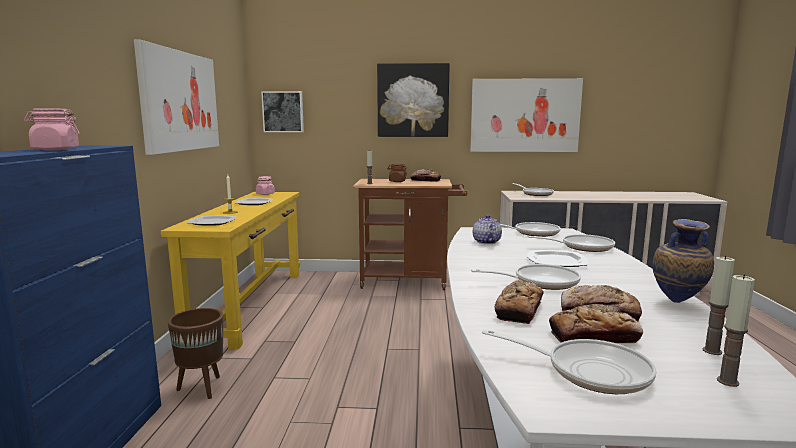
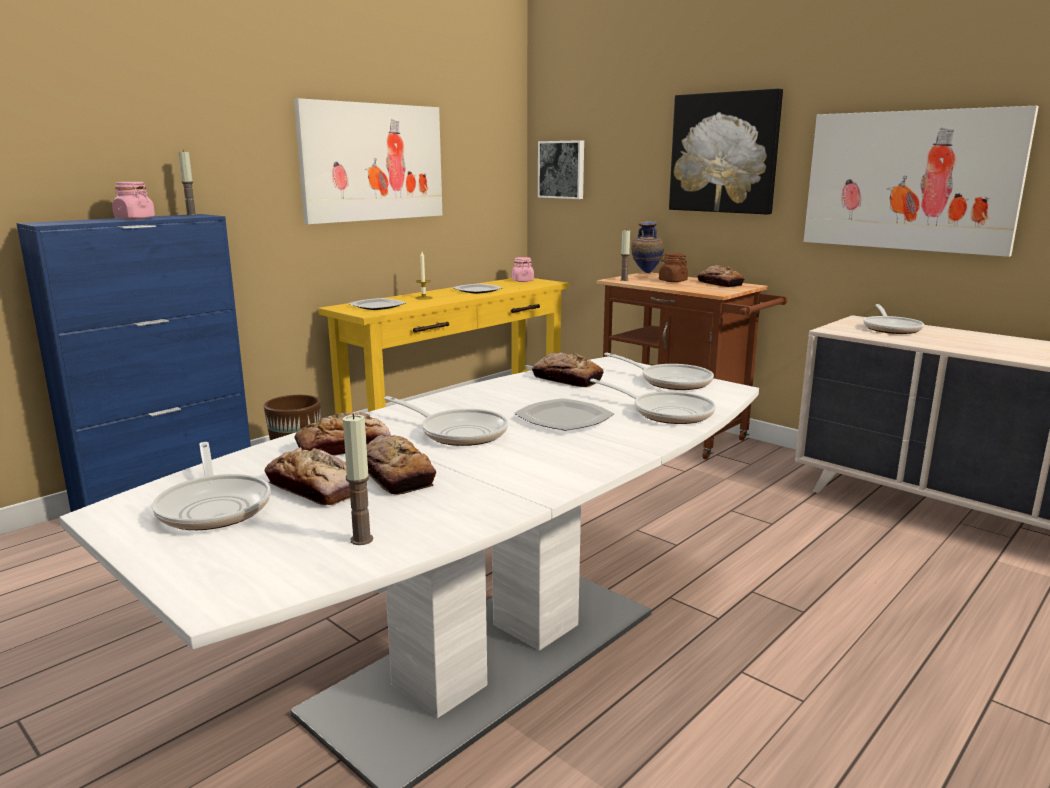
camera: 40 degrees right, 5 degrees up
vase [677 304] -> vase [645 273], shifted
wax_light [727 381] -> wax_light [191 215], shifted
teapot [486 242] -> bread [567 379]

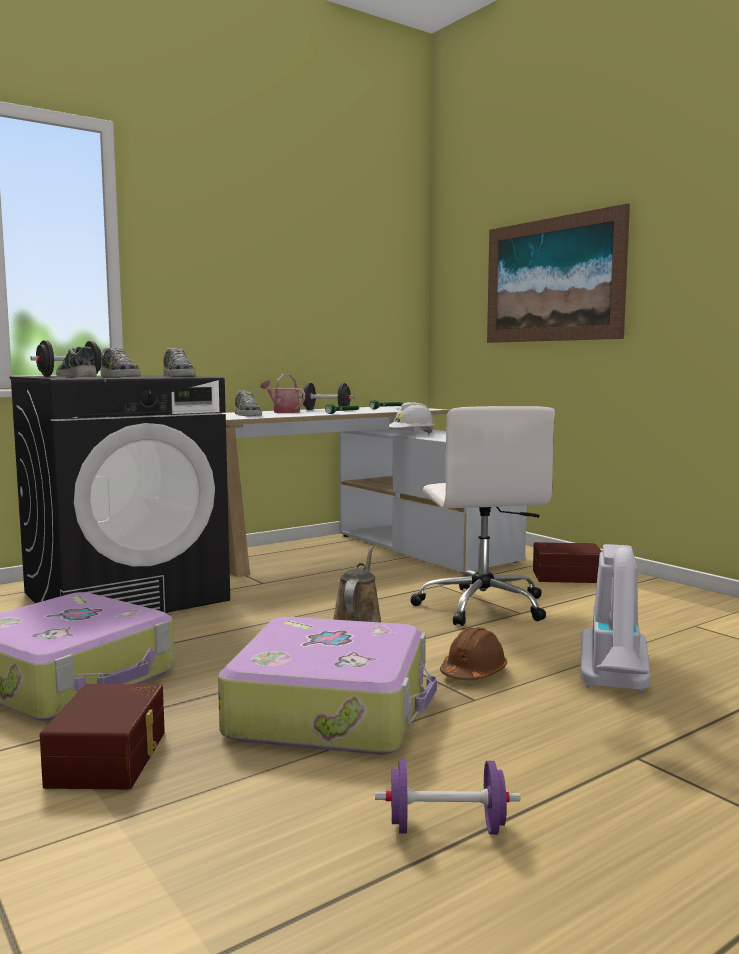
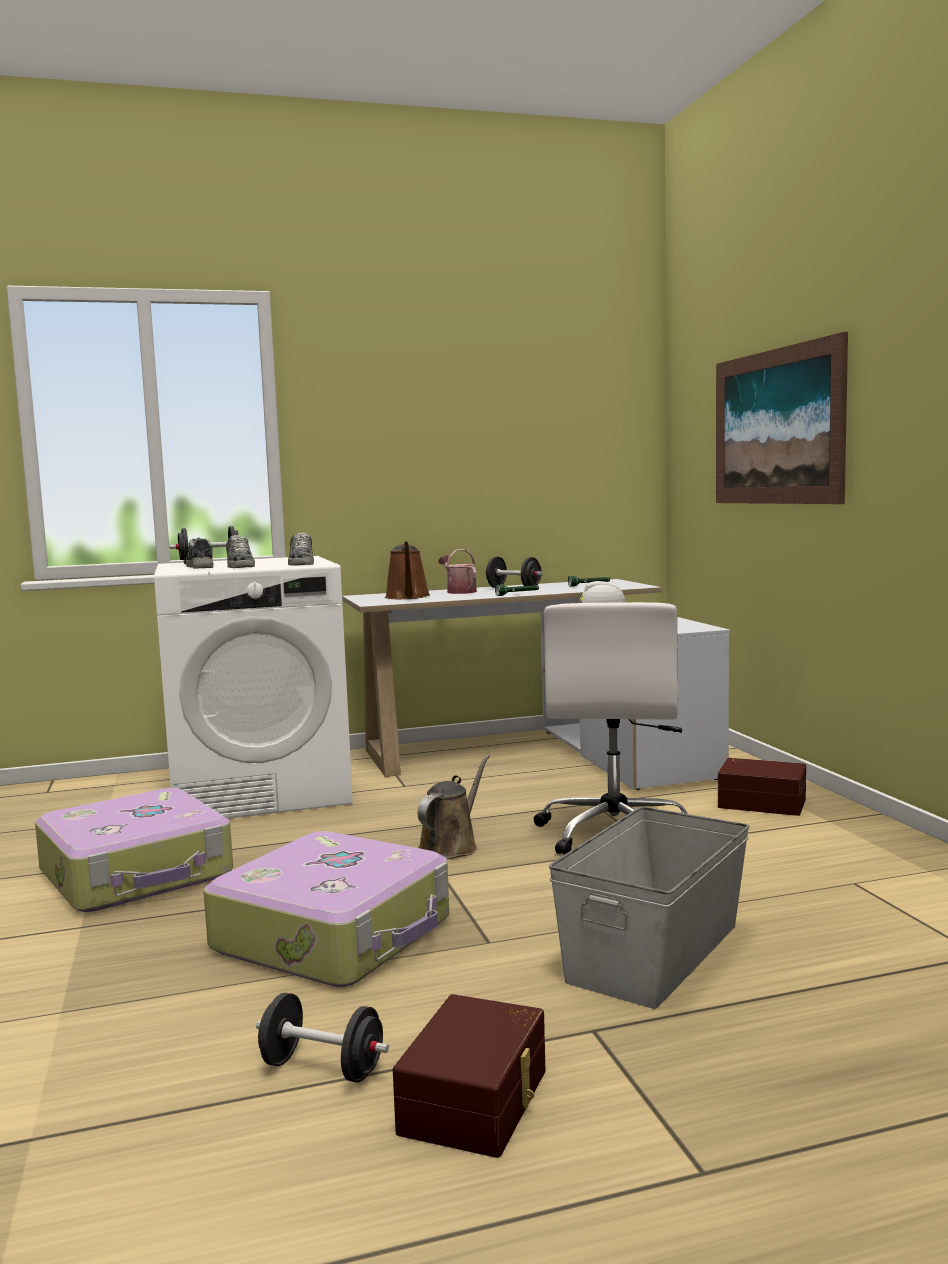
camera: 20 degrees right, 0 degrees up
brownish_work_helmet [473 672] -> none
brownish_storage_bin [111 758] -> brownish_storage_bin [478 1101], shifted
shoe [247 415] -> brownish_sprinkling_can [407 597]
vacuum [615 691] -> grey_storage_bin [656 952]
blackish_washing_machine [126 596] -> white_washing_machine [260 791]
purple-coloured_dumbbell [446 828] -> blackish_dumbbell [322 1068]

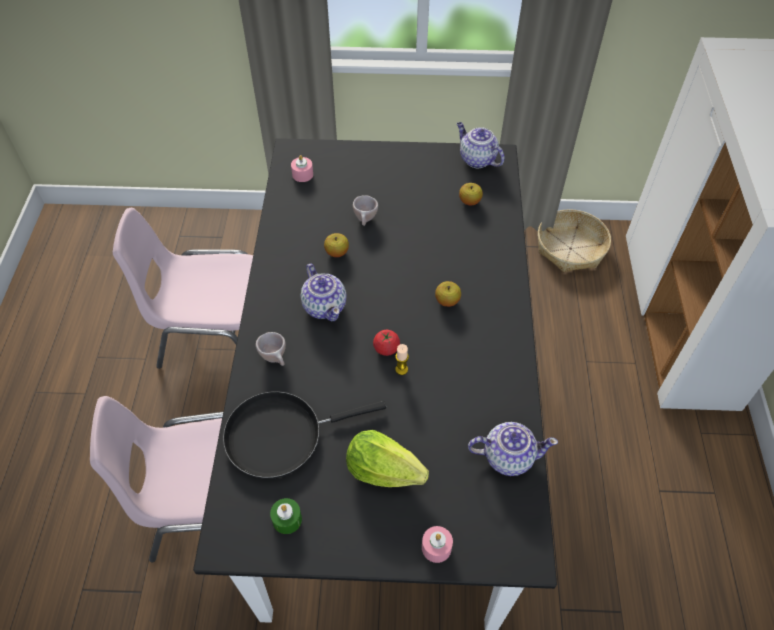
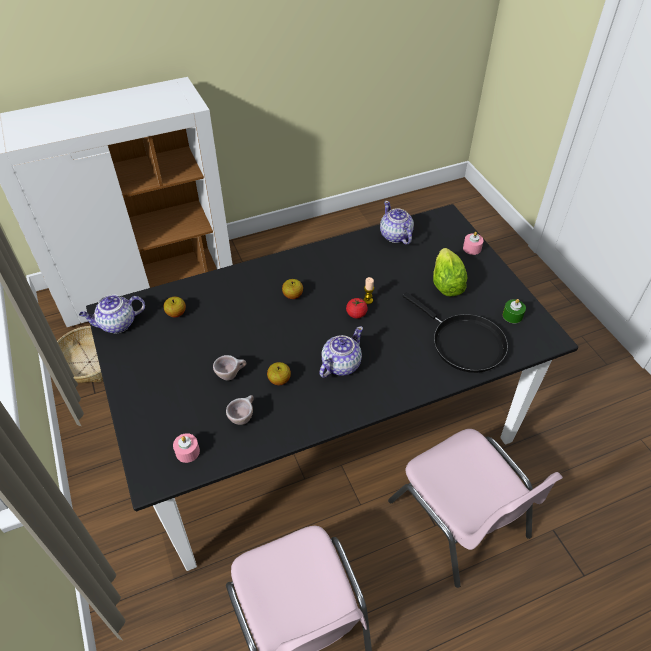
camera: 115 degrees left, 5 degrees down
beige-coloured_cup [276 359] -> beige-coloured_cup [243 417], shifted
teapot [476 159] -> teapot [117 324], 45 degrees clockwise

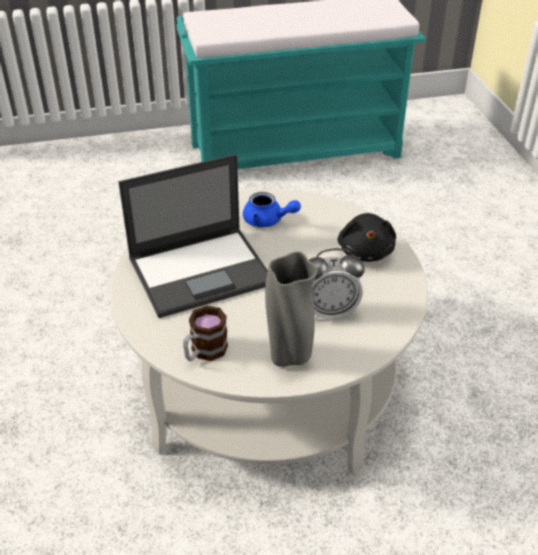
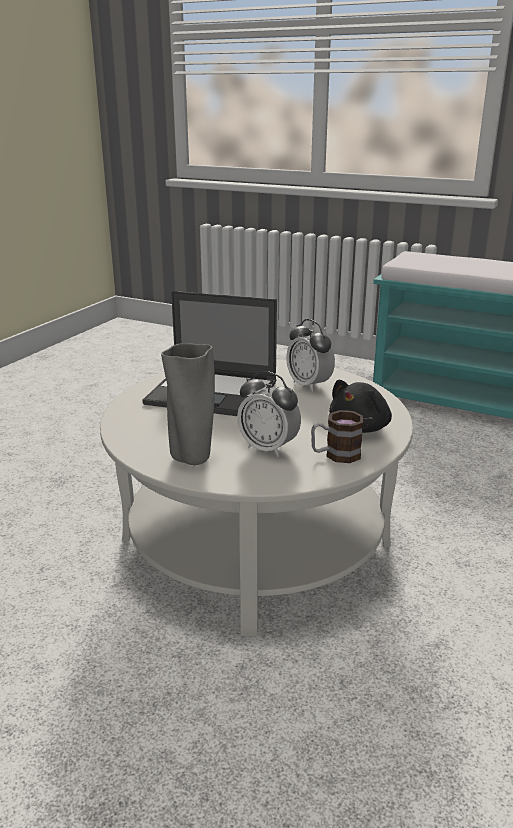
camera: 40 degrees right, 15 degrees down
tea_mug [204 352] -> tea_mug [335 455], shifted
bluish_teapot [268 221] -> alarm_clock [309 385]

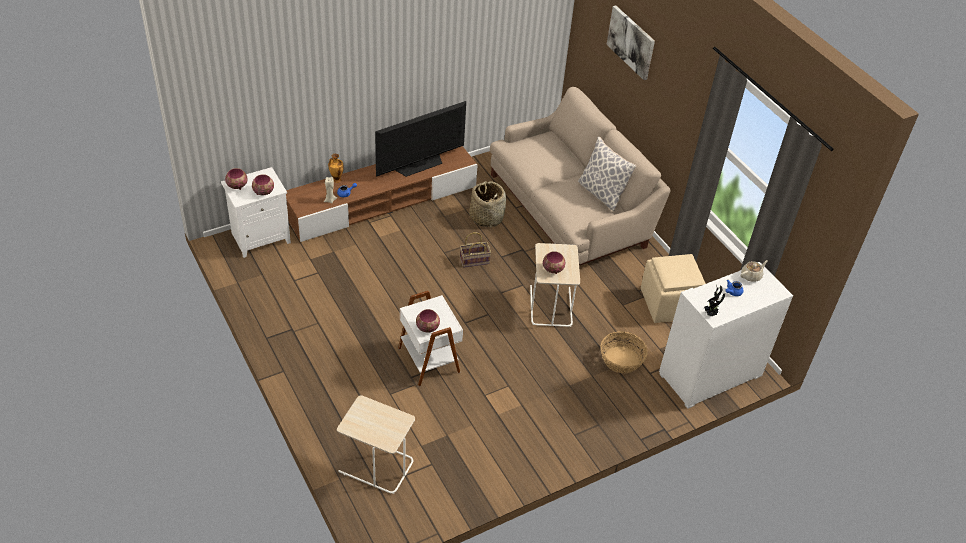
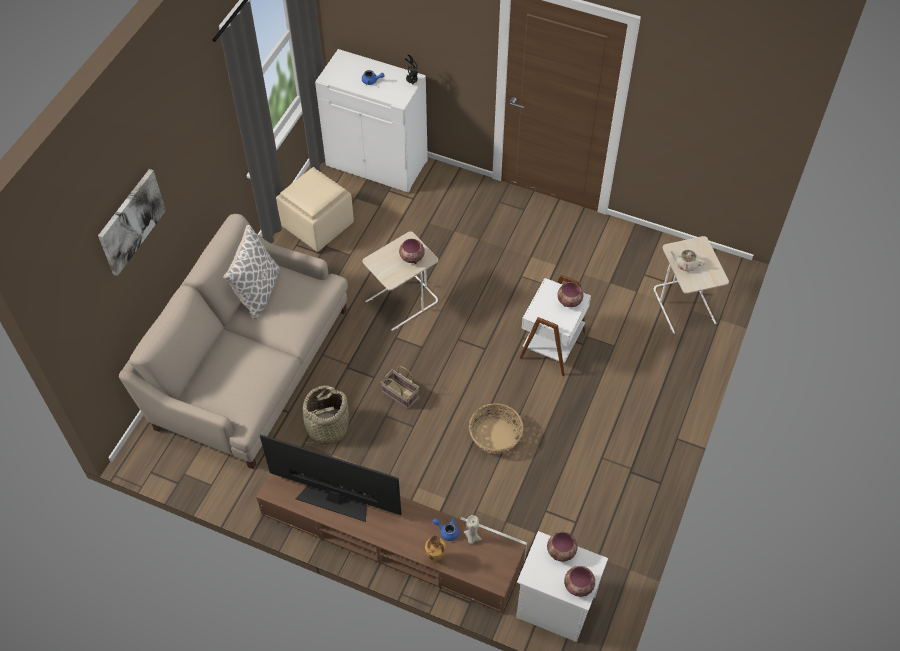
camera: 125 degrees left, 10 degrees up
basket [621 360] -> basket [495 436], shifted
beige-coloured_teapot [751 276] -> beige-coloured_teapot [685 264], shifted

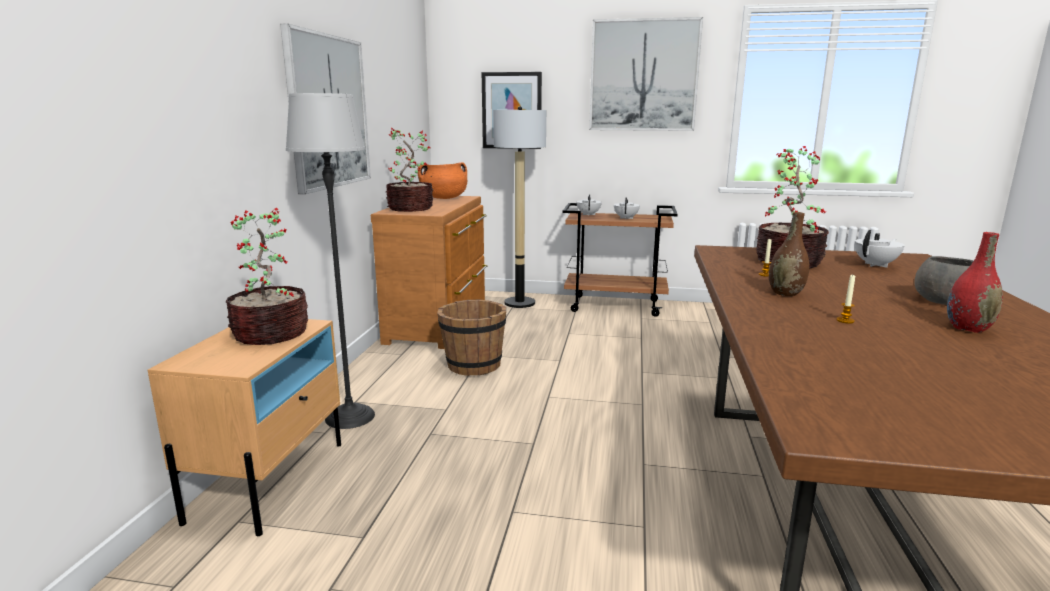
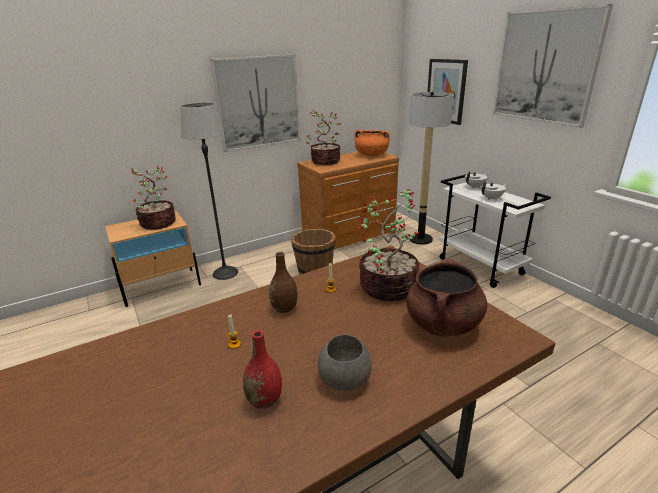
camera: 50 degrees right, 10 degrees up
white_teapot [876 265] -> brownish_stockpot [443 324]
brownish_trolley [616 306] -> white_trolley [481 266]

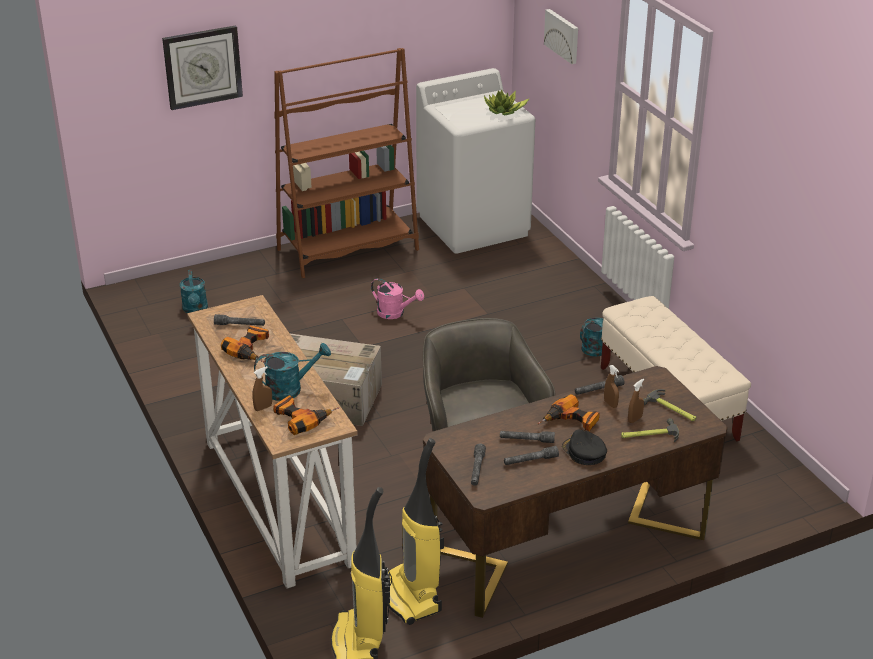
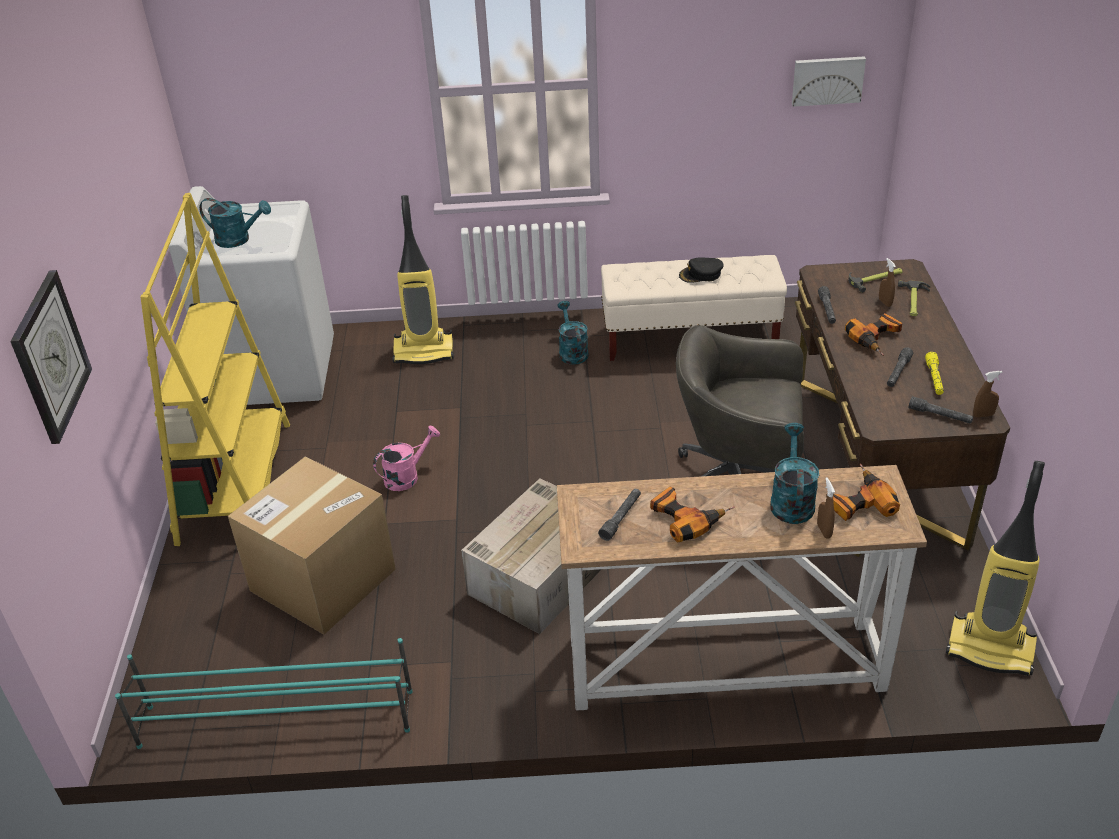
camera: 65 degrees left, 5 degrees up
potted_plant [504 111] -> none
none -> turquoise-coloured_shoe_rack [275 718]
none -> carton [323 580]
turquoise-coloured_sprinkling_can [195 310] -> turquoise-coloured_sprinkling_can [239 239], shifted
vacuum [411 597] -> vacuum [424 351], shifted
picture [563 35] -> picture [827 80], shifted
blackish_baseball_cap [584 452] -> blackish_baseball_cap [701 274], shifted
brownish_hand_sprayer [610 404] -> brownish_hand_sprayer [983 415], shifted
brownish_bookcase [348 250] -> yellow_bookcase [236 482]
grey_hand_torch [530 460] -> yellow_hand_torch [934 378]

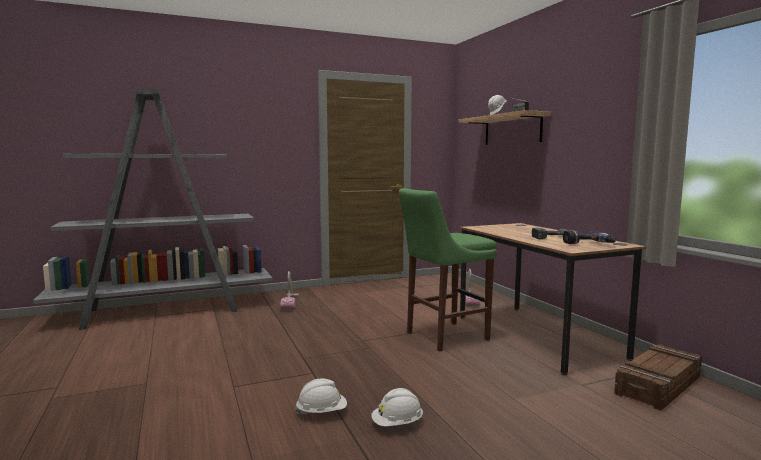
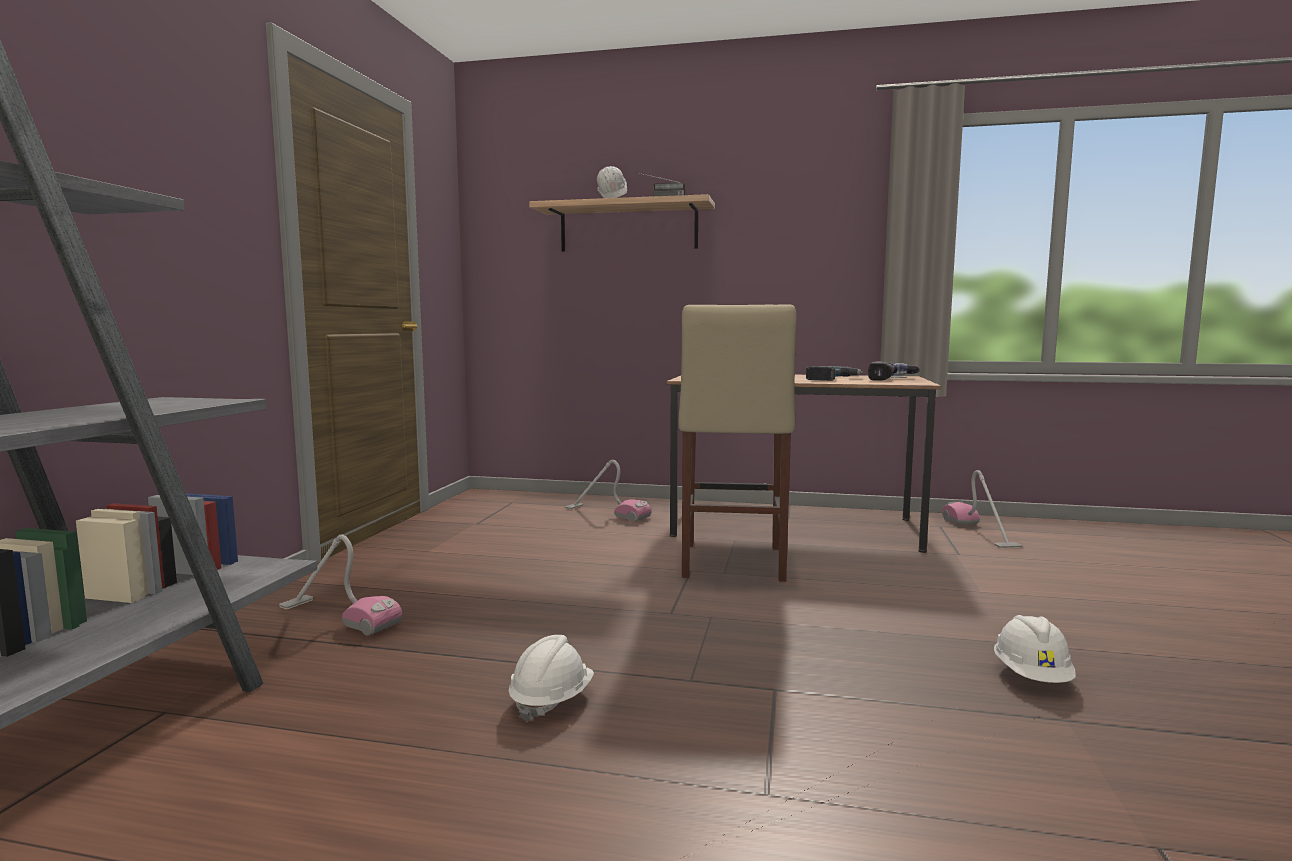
camera: 55 degrees left, 0 degrees up
white_work_helmet [322 412] -> white_work_helmet [551 701], shifted
crate [657 385] -> vacuum [979 532]
green_stool [443 336] -> beige-coloured_stool [731 564]

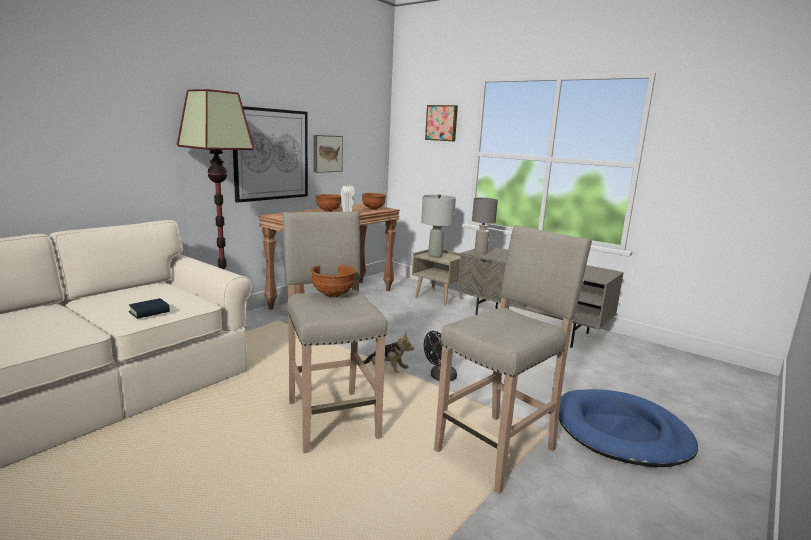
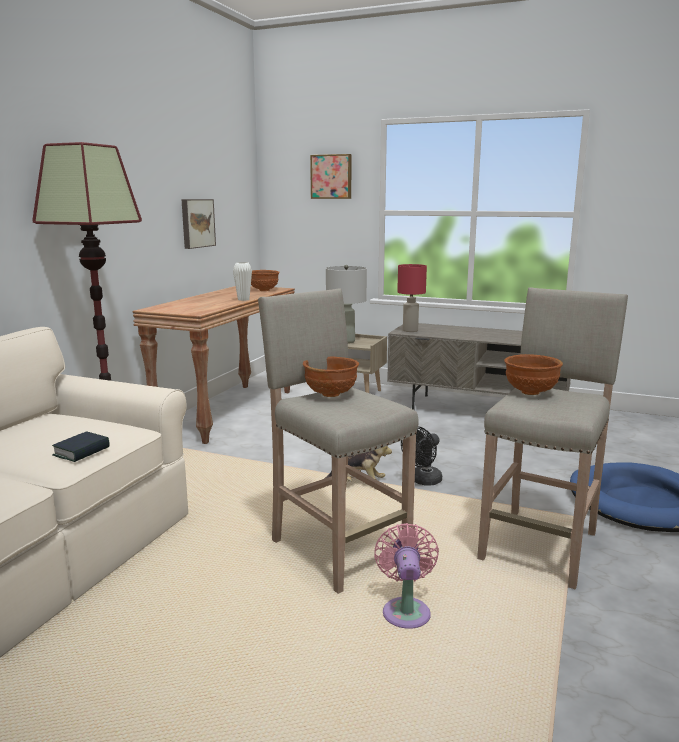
camera: 15 degrees left, 0 degrees up
picture [271 154] -> none
none -> pink-coloured_electric_fan [406 610]
brownish_bowl [328 211] -> brownish_bowl [530 392], shifted
grey_table_lamp [480 252] -> red_table_lamp [410 330]

